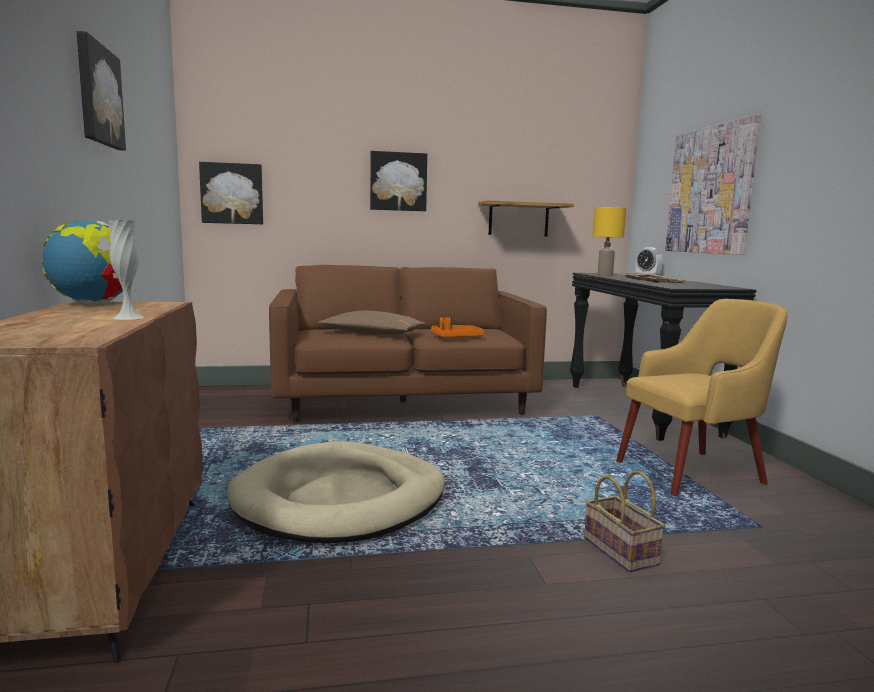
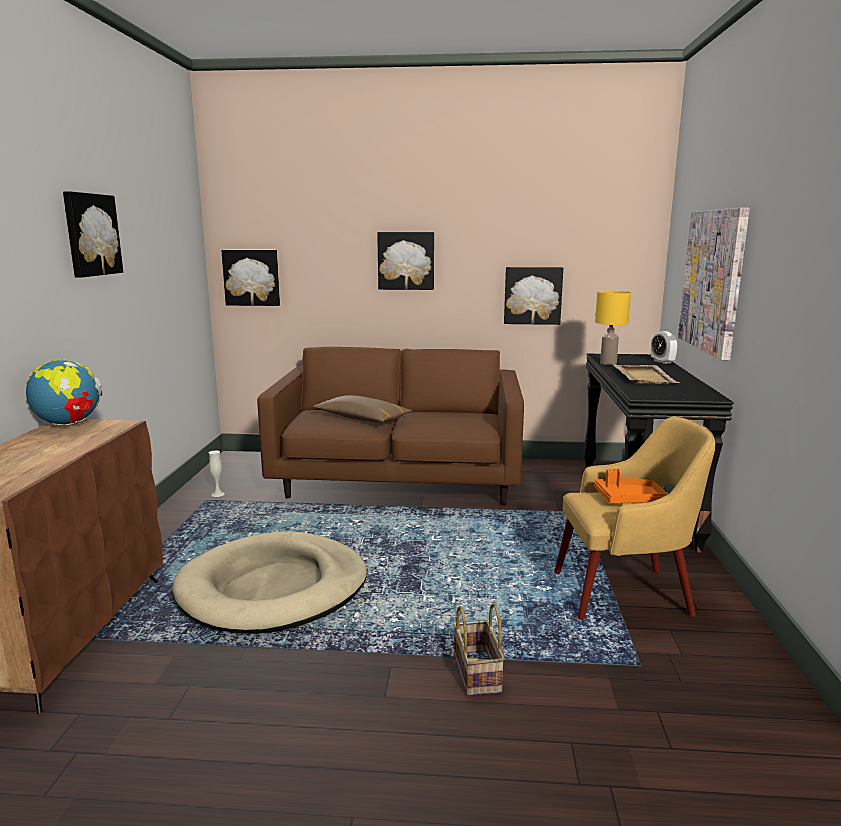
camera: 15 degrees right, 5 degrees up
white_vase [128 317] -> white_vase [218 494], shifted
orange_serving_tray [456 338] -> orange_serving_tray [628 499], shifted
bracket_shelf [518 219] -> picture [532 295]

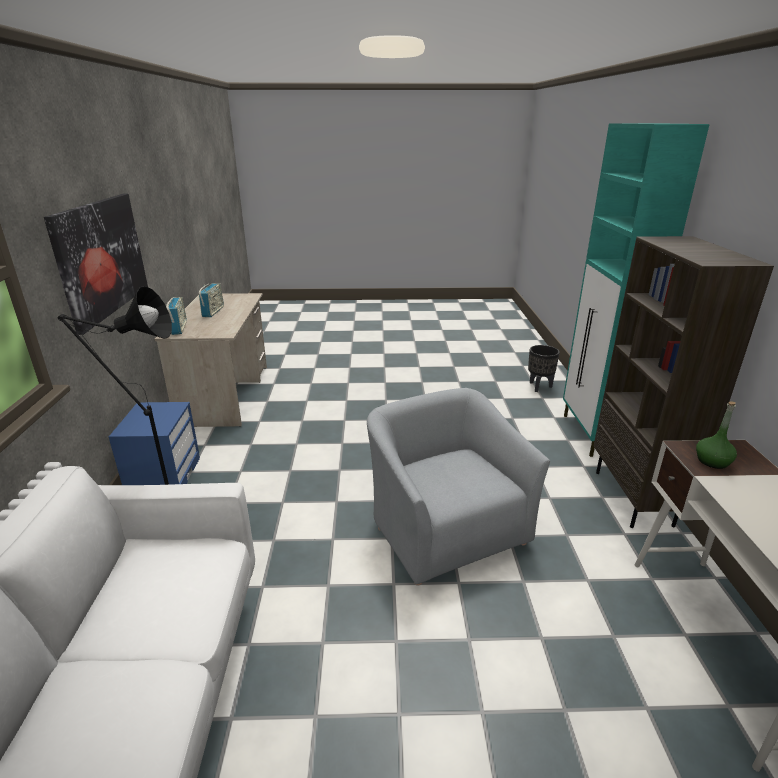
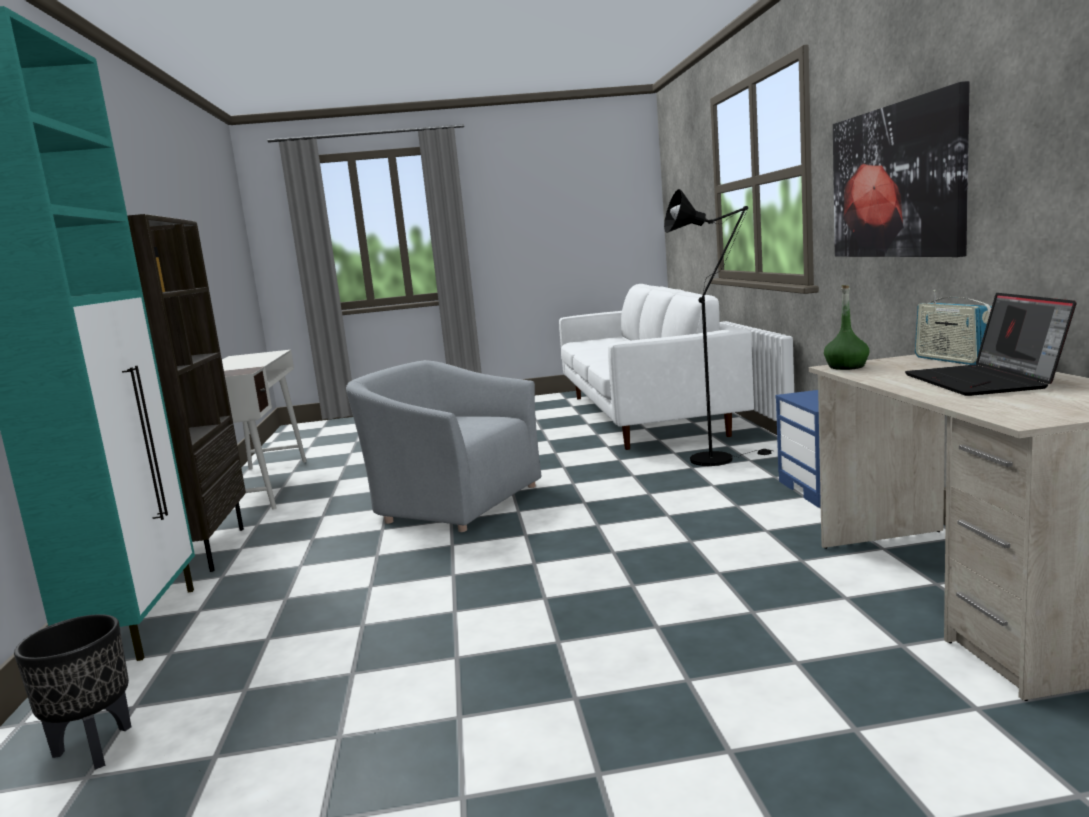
camera: 175 degrees right, 15 degrees down
green_drink_bottle [712 461] -> green_drink_bottle [846 367], shifted
radio_receiver [213 312] -> notebook_computer [985 381]
grey_lounge_chair [445 529] -> grey_lounge_chair [454 502], 150 degrees clockwise

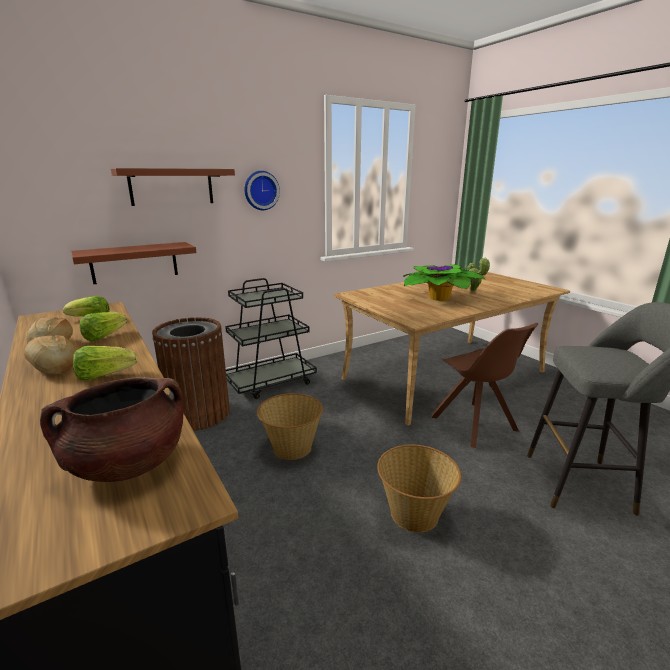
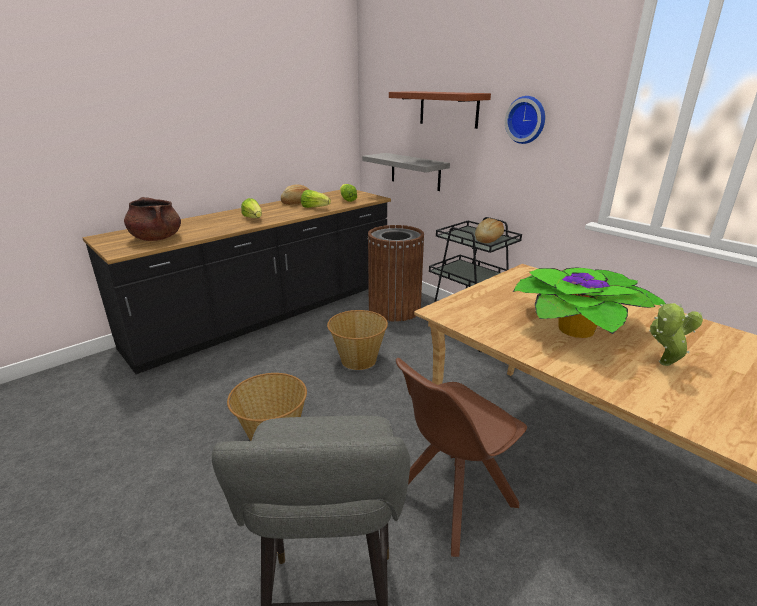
camera: 80 degrees right, 5 degrees up
bread [52 367] -> bread [488 239], shifted
brownish_bracket_shelf [134 262] -> grey_bracket_shelf [415 171]

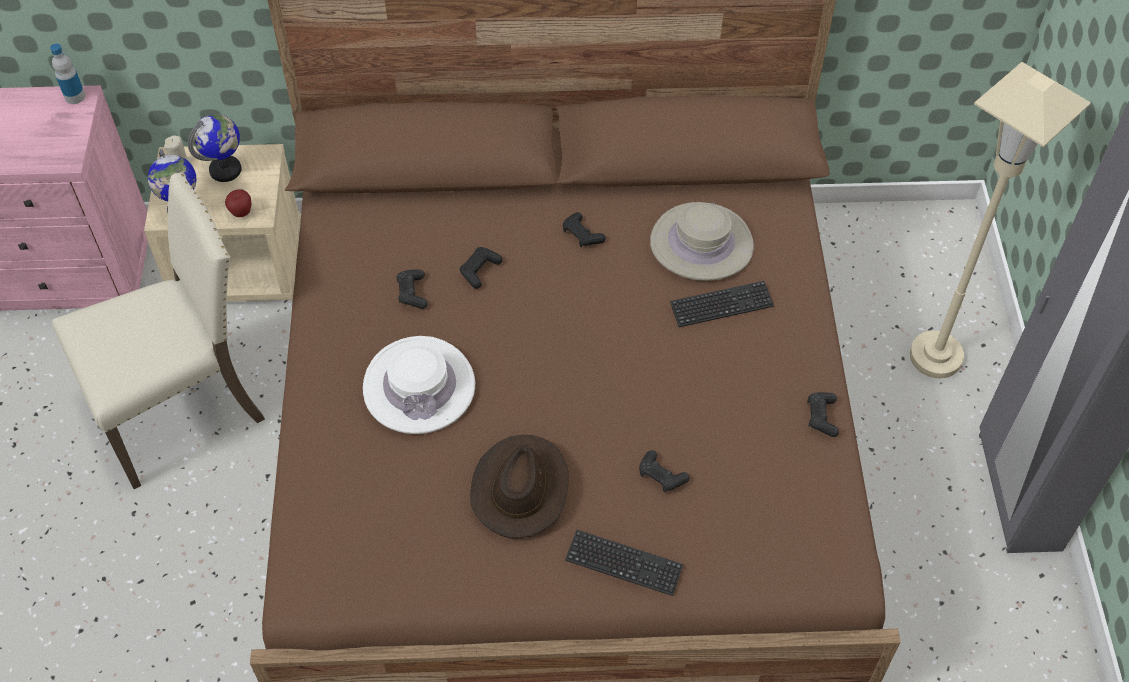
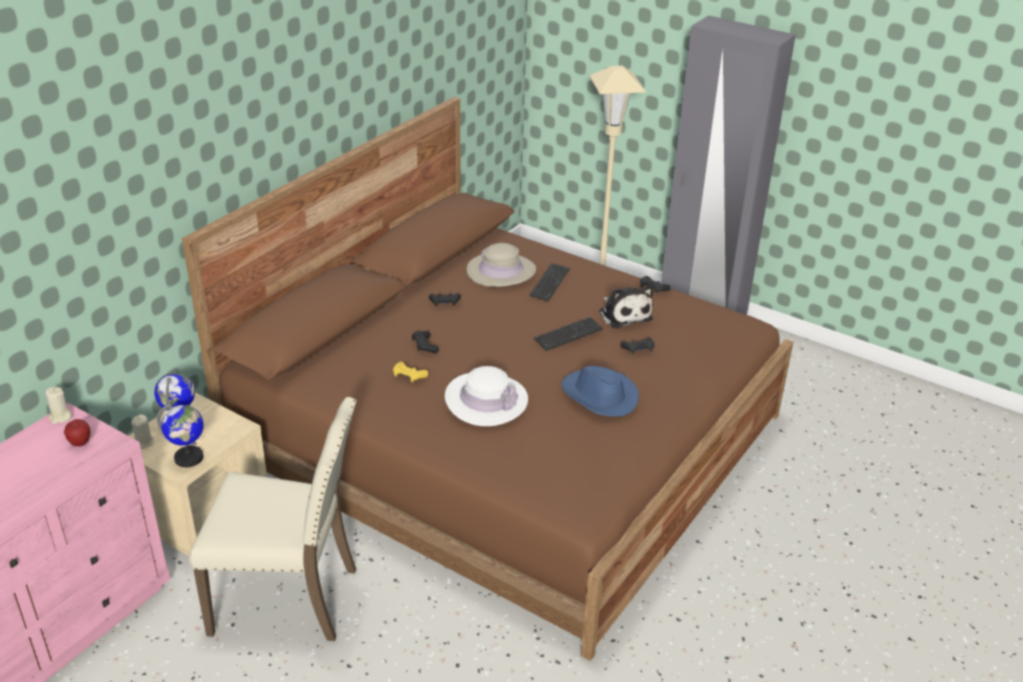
camera: 55 degrees left, 20 degrees down
none -> soft_toy [624 314]
whole_apple [241 213] -> whole_apple [80 443], shifted
keyboard [623 564] -> keyboard [568 335], shifted
drink_bottle [75 96] -> beige-coloured_wax_light [60 417]
blackish_joypad [412 293] -> yellow_joypad [409 376]
brownish_clothing_hat [520 488] -> bluish_clothing_hat [598 395]
beige-coloured_upright_chair [183 408] -> beige-coloured_upright_chair [289 598], 90 degrees clockwise

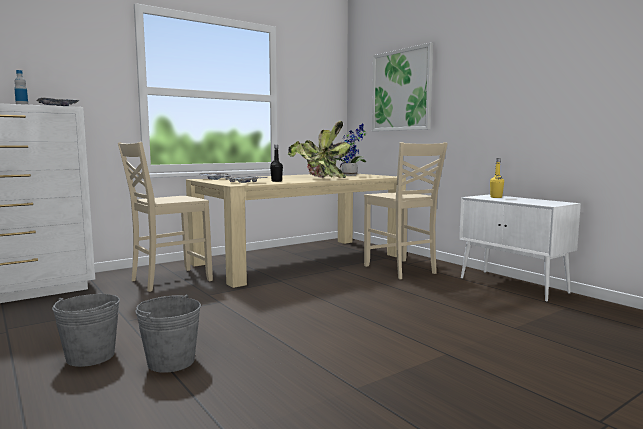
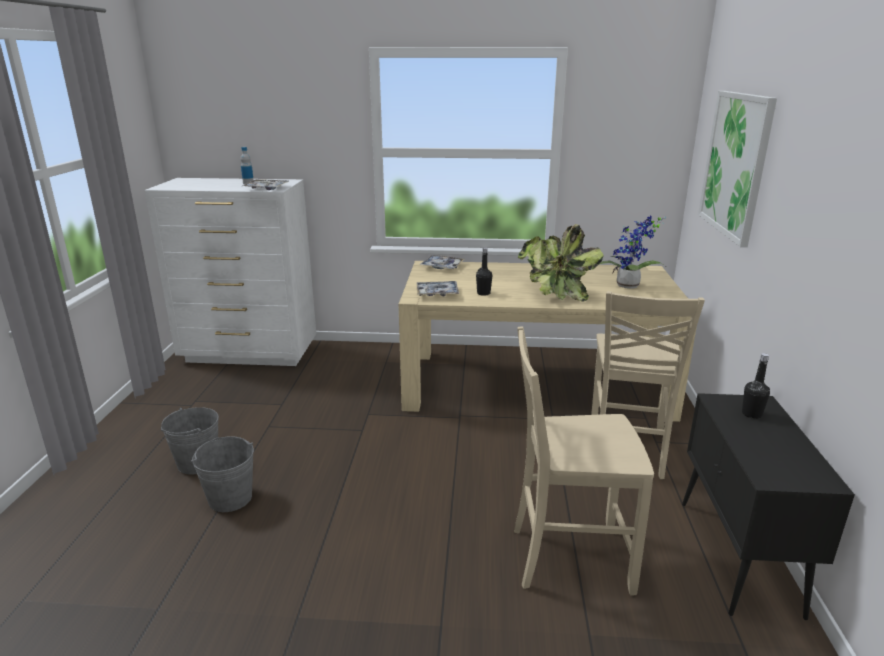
camera: 40 degrees right, 15 degrees up
beige-coloured_upright_chair [169 280] -> beige-coloured_upright_chair [567 557], shifted
white_cabinet [513 286] -> blackish_cabinet [738 557]
yellow_drink_bottle [496 197] -> blackish_drink_bottle [751 414]

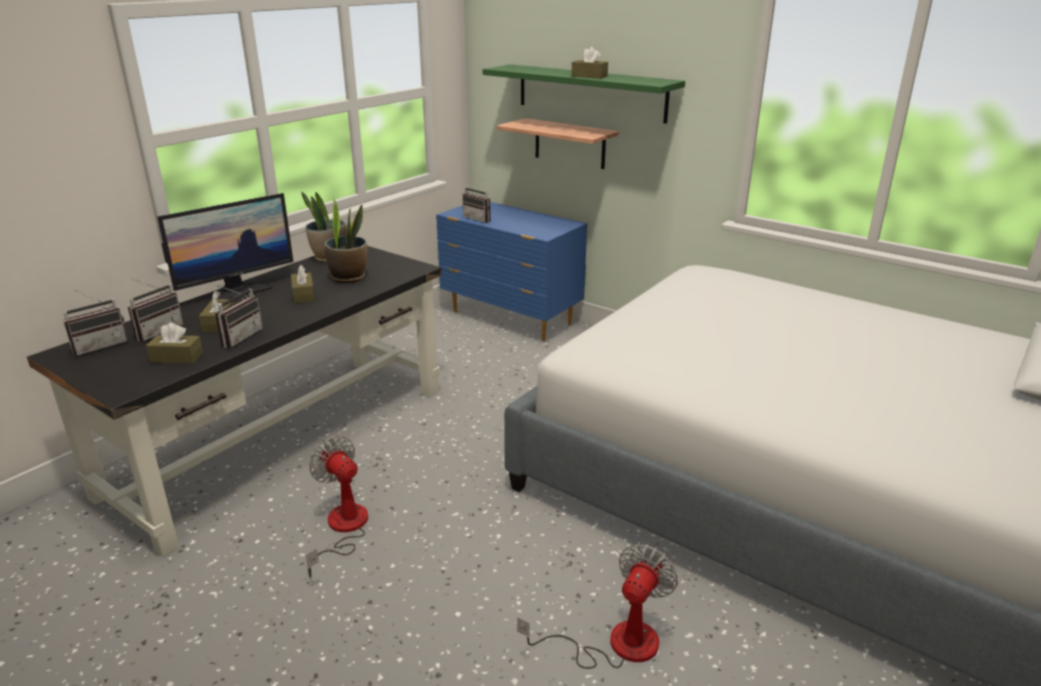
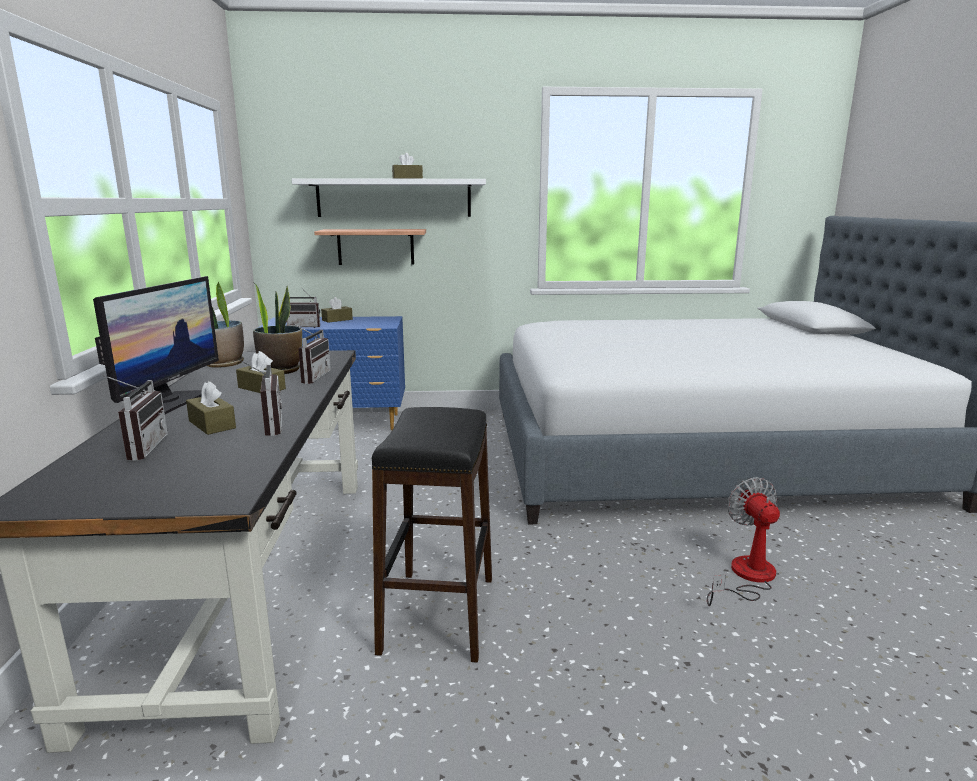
camera: 40 degrees left, 10 degrees down
radio_receiver [100 345] -> radio_receiver [311 377], shifted
brownish_tissue_box [176 357] -> brownish_tissue_box [337 320], shifted
electric_fan [342 529] -> blackish_stool [439 614]
green_bracket_shelf [590 92] -> white_bracket_shelf [394 198]

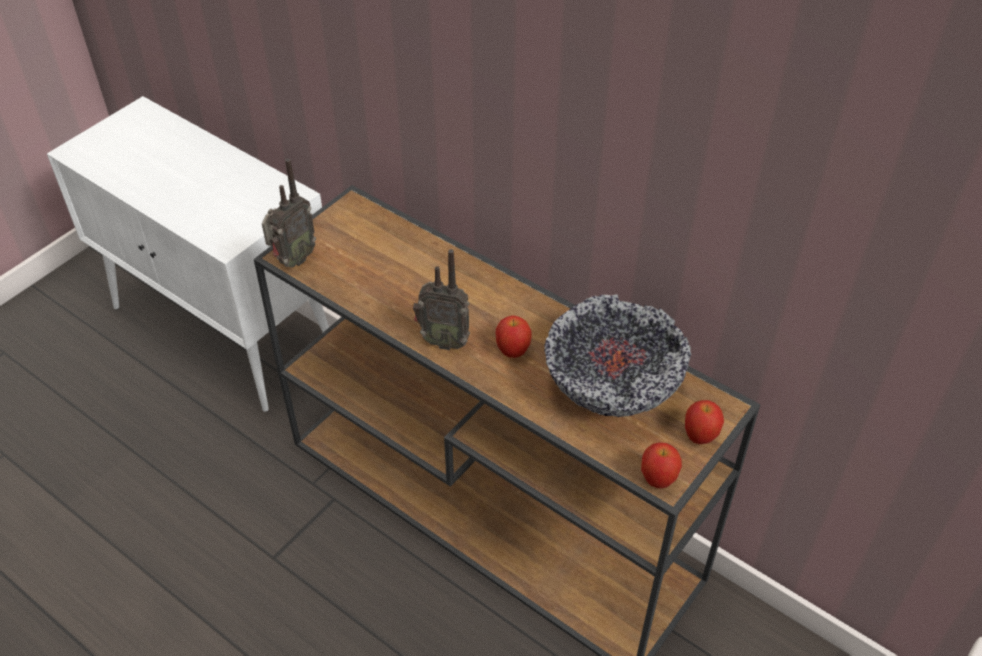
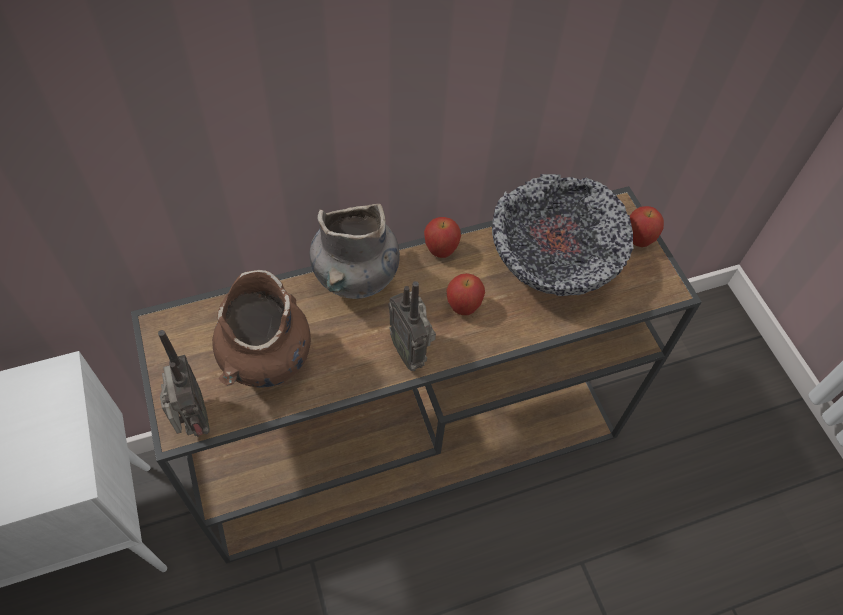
camera: 60 degrees left, 10 degrees up
none -> brownish_vase [268 365]
none -> grey_vase [356 280]
whole_apple [658 480] -> whole_apple [440 251], shifted
radio_receiver [444 340] -> radio_receiver [410 351], 105 degrees clockwise

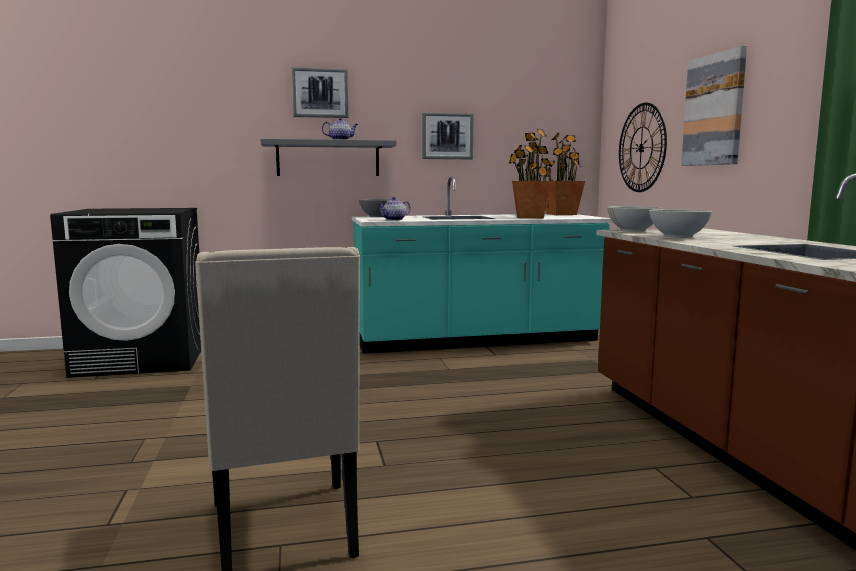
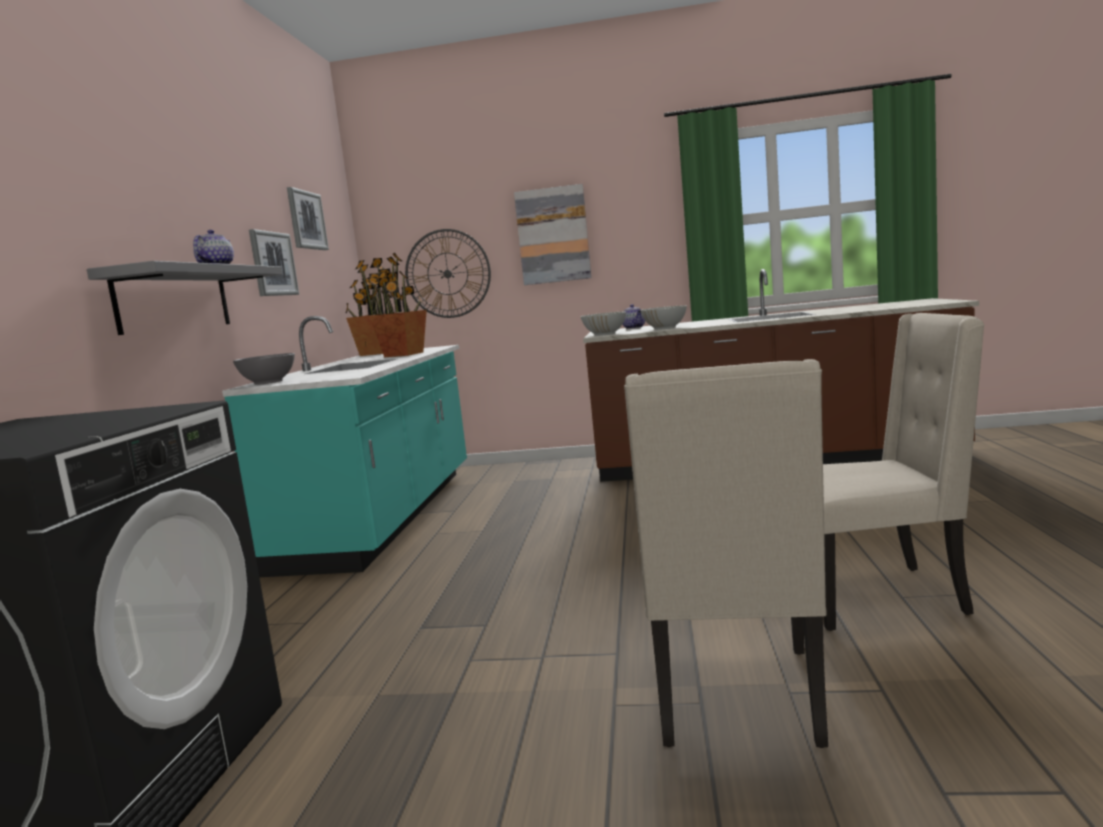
camera: 70 degrees left, 0 degrees up
none -> beige-coloured_upright_chair [736 698]
picture [320 93] -> picture [306 220], shifted
teapot [394 220] -> teapot [634 328], shifted

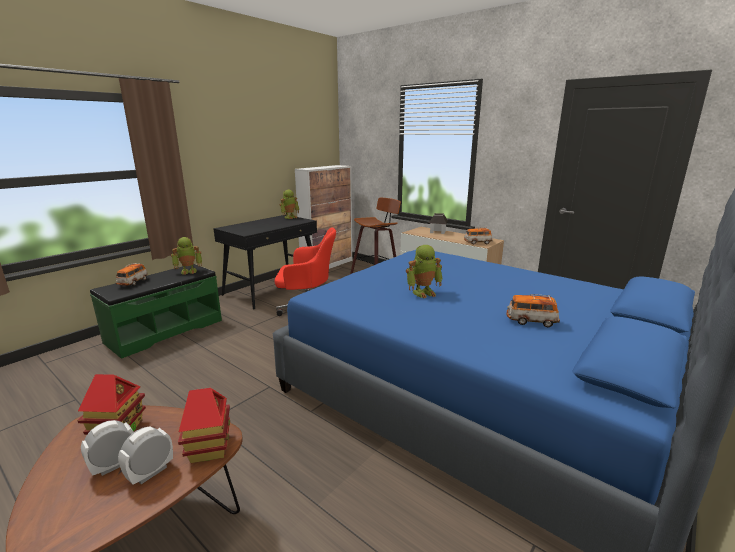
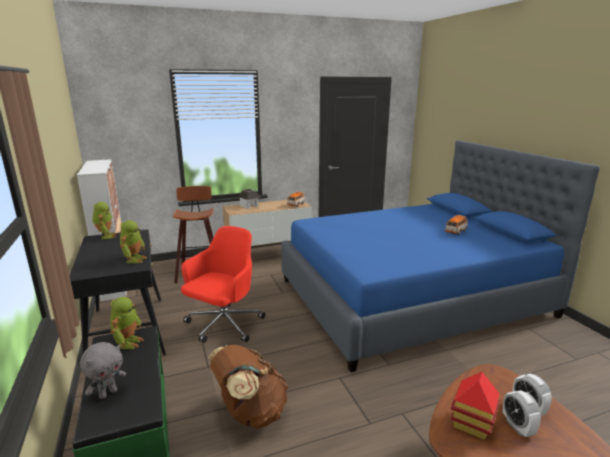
camera: 60 degrees left, 0 degrees up
model_house [209 447] -> none
none -> brownish_backpack [250 413]
robot_figure [423 292] -> robot_figure [134 259], shifted
miniature_car [133 282] -> grey_soft_toy [108 393]

